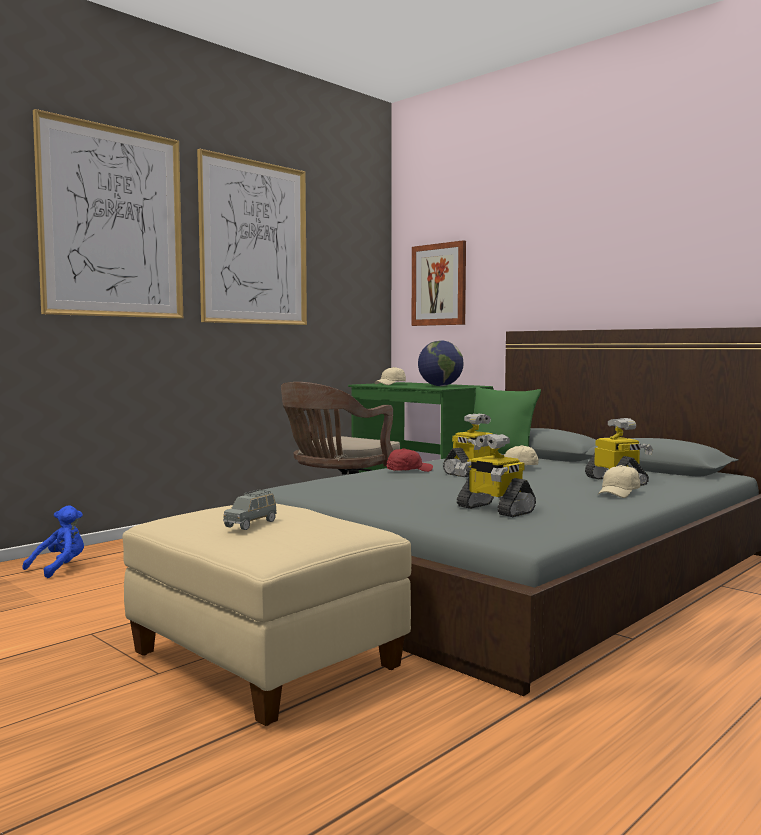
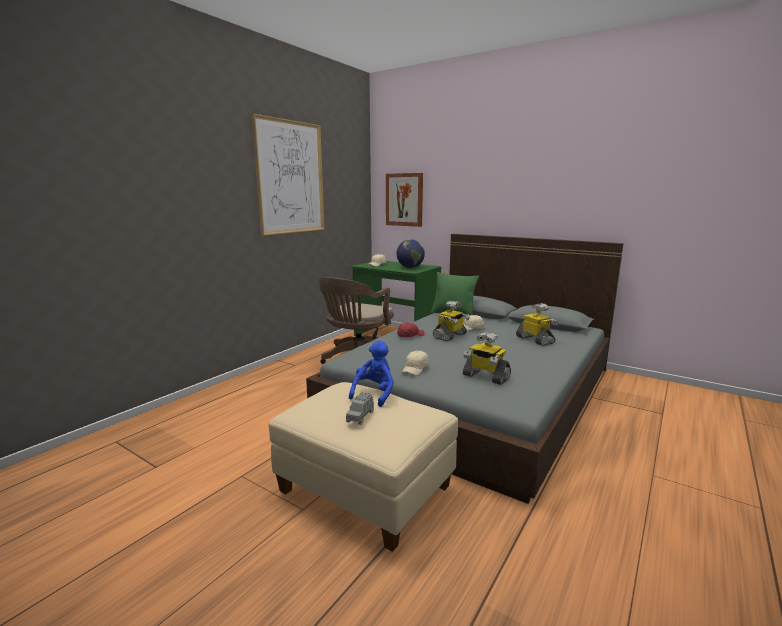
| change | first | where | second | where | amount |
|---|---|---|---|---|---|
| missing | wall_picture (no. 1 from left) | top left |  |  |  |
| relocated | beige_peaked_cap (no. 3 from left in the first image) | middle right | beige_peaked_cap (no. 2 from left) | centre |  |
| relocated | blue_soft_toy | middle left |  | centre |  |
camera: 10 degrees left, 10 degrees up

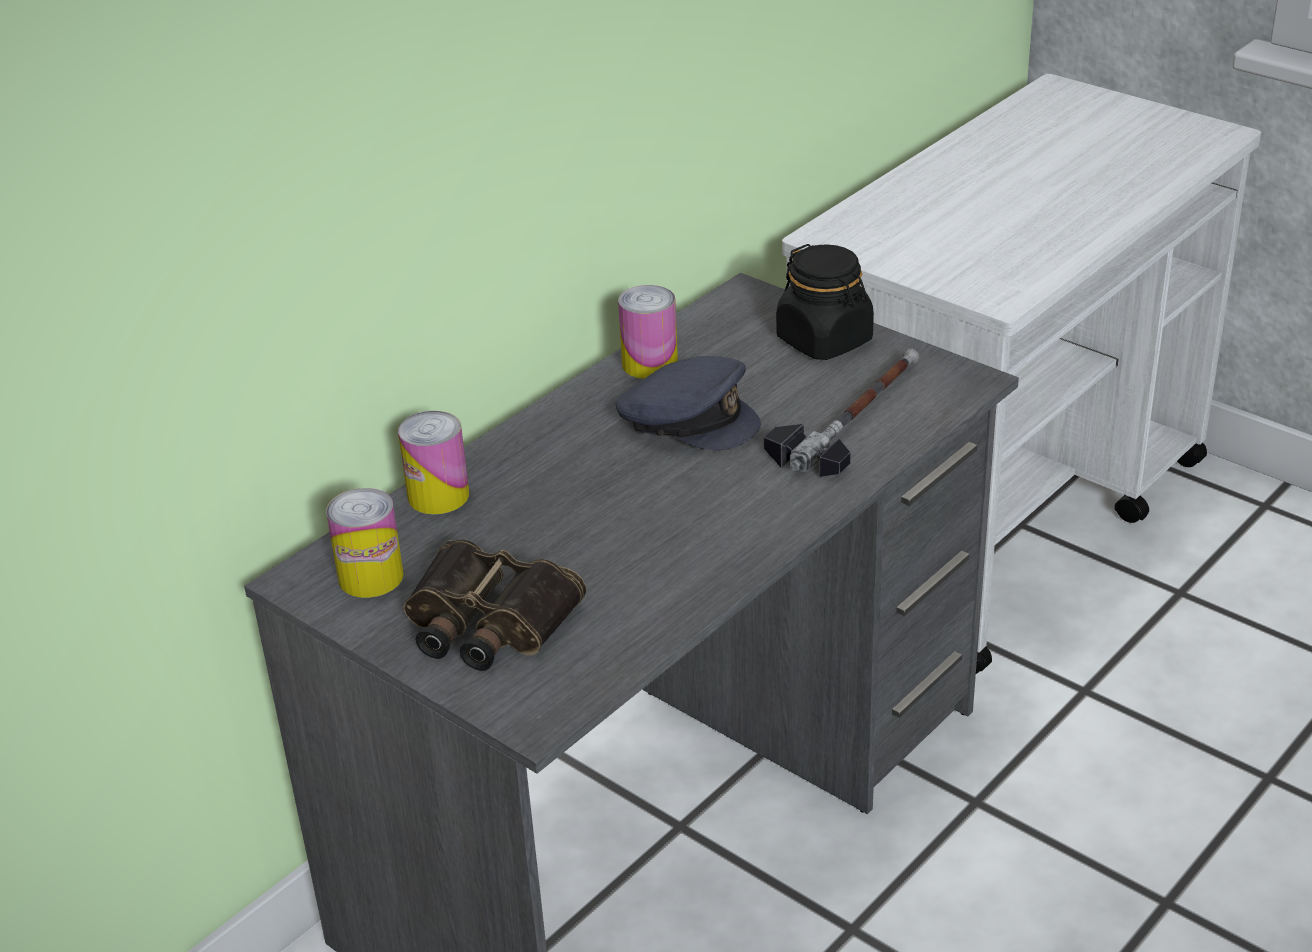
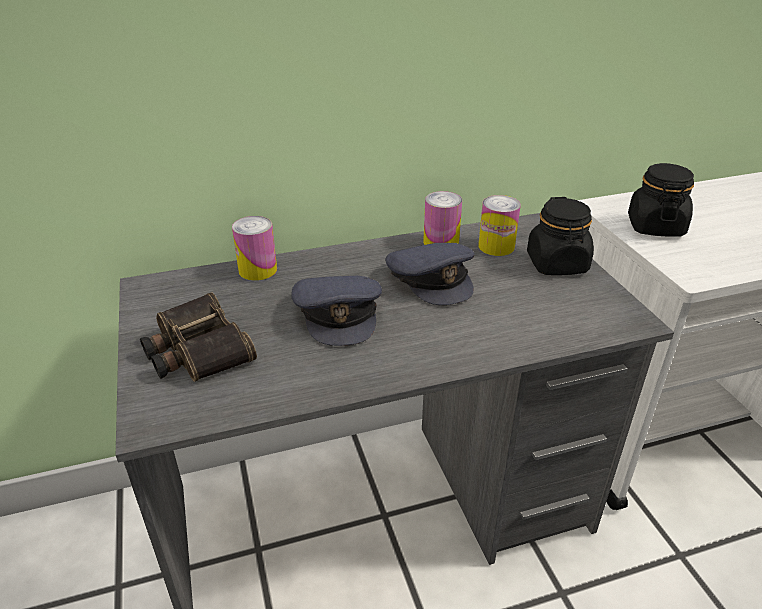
| change | first | where | second | where | amount |
|---|---|---|---|---|---|
| missing | hammer | centre |  |  |  |
| relocated | can (no. 1 from left in the first image) | middle left | can (no. 3 from left) | centre |  |
| appeared |  |  | black_storage_jar (no. 2 from left) | top right |  |
| appeared |  |  | grey_peaked_cap (no. 1 from left) | centre |  |
camera: 30 degrees right, 0 degrees up

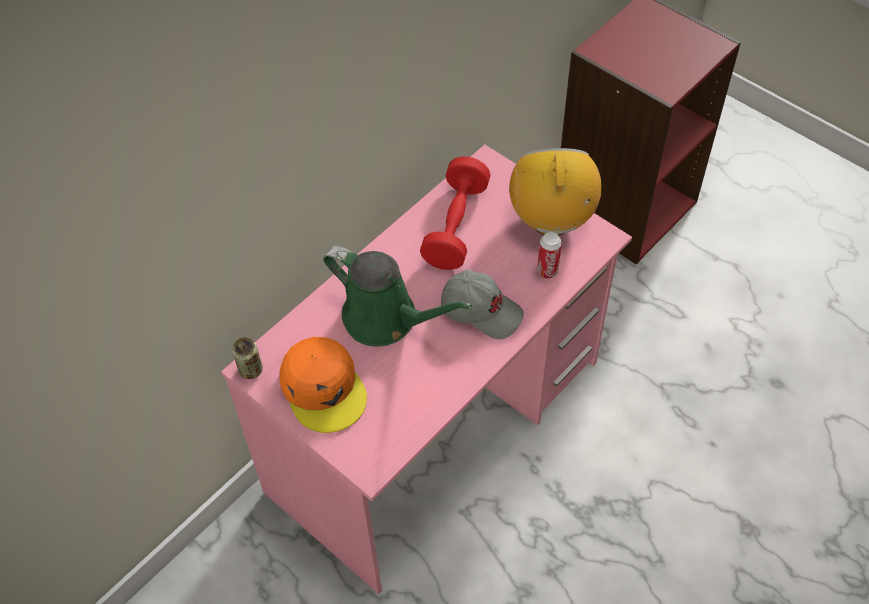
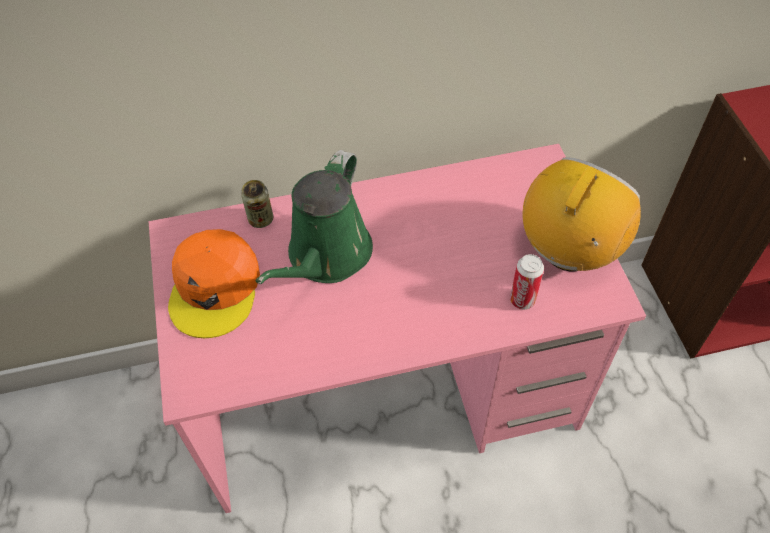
| change | first | where | second | where | amount |
|---|---|---|---|---|---|
| missing | red_hand_weight | centre |  |  |  |
| spun | green-coloured_sprinkling_can | centre |  | centre | 45 degrees clockwise |
| missing | grey_peaked_cap | centre |  |  |  |
| relocated | can (no. 1 from left) | middle left |  | centre |  |
camera: 35 degrees right, 0 degrees up

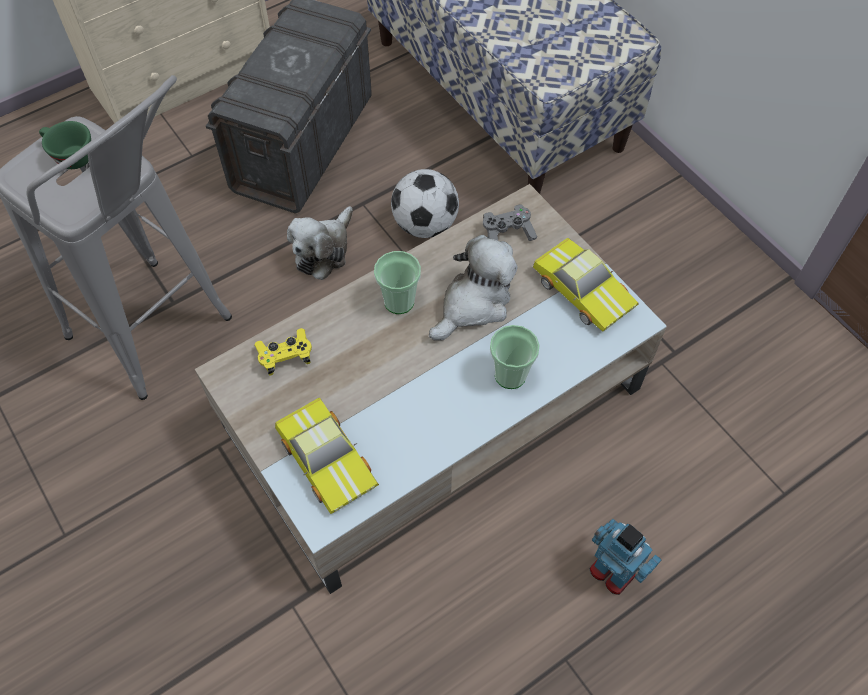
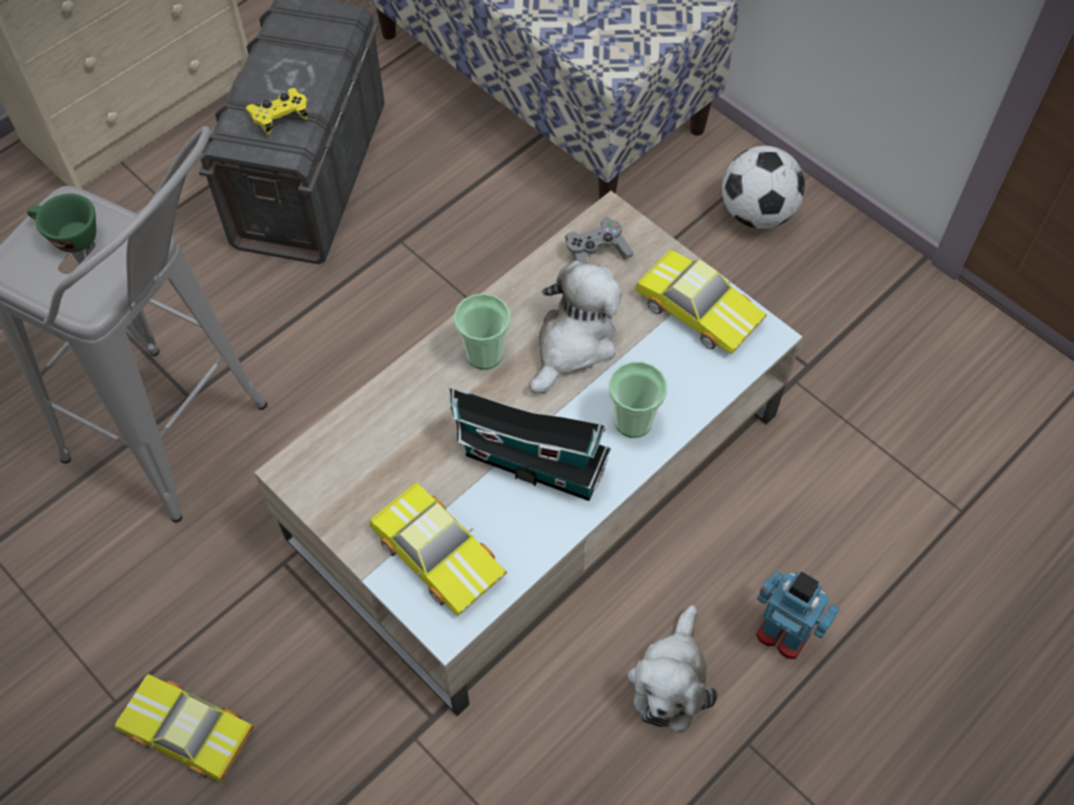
| change | first | where | second | where | amount |
|---|---|---|---|---|---|
| relocated | ball_for_football | top centre |  | top right |  |
| relocated | soft_toy (no. 1 from left in the first image) | centre | soft_toy (no. 2 from left) | bottom centre |  |
| relocated | yellowish_game_controller | middle left |  | top left |  |
| appeared |  |  | miniature_house | centre |  |
| appeared |  |  | miniature_car (no. 1 from left) | bottom left |  |
camera: 10 degrees left, 0 degrees up

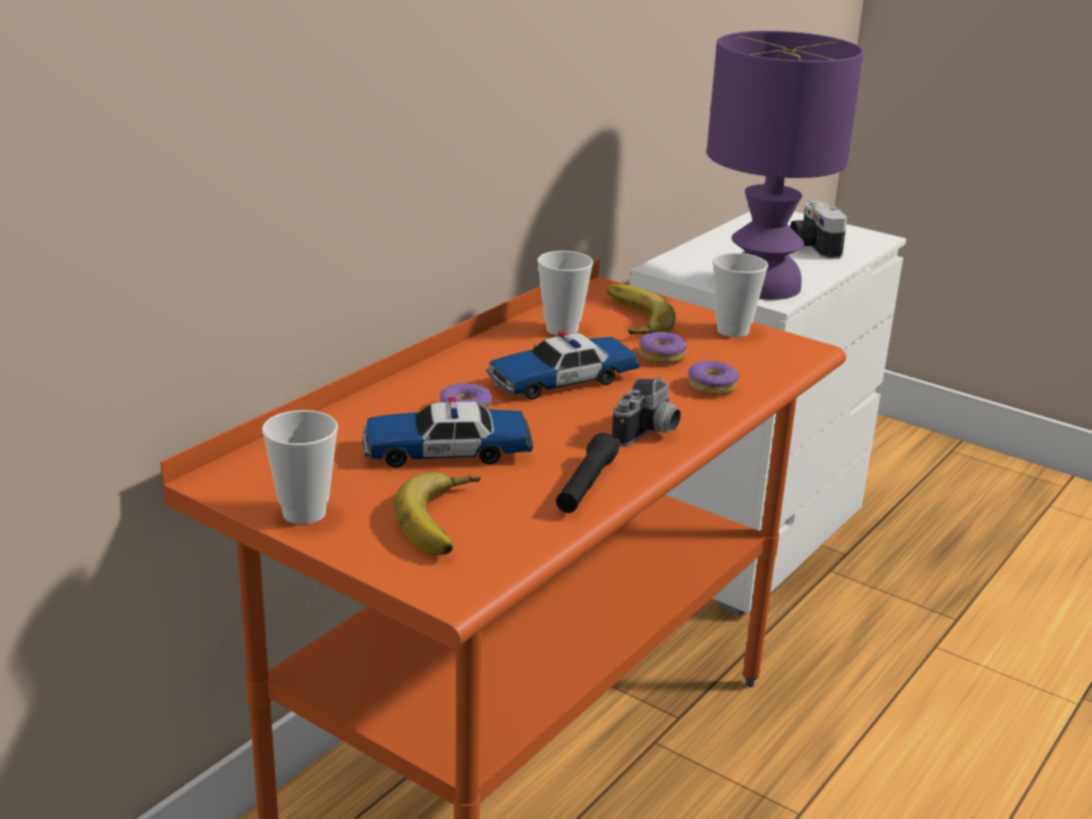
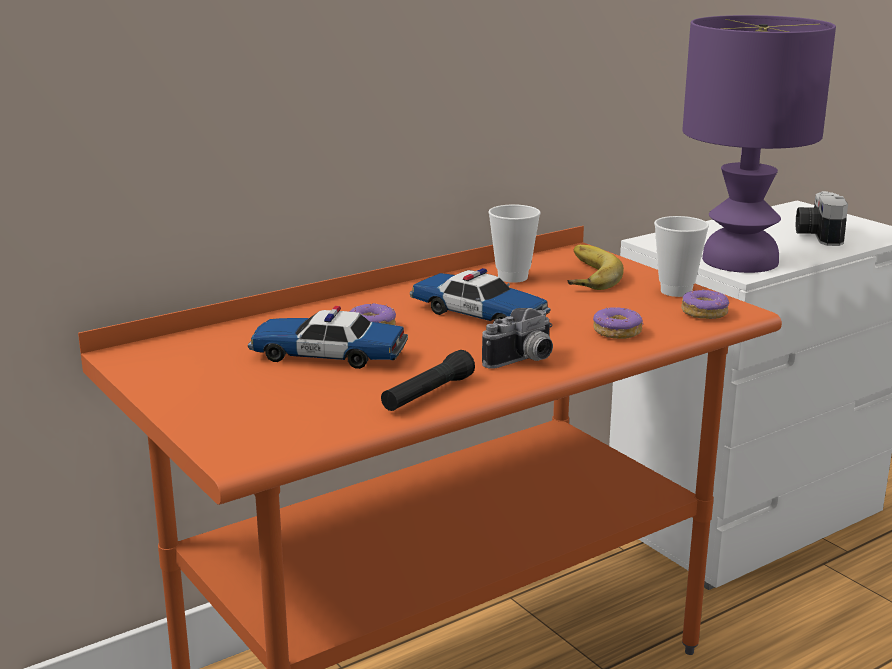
| change | first | where | second | where | amount |
|---|---|---|---|---|---|
| spun | miniature_car (no. 2 from left) | centre |  | centre | 135 degrees counterclockwise |
| relocated | donut (no. 2 from left in the first image) | centre | donut (no. 3 from left) | middle right |  |
| missing | cup (no. 1 from left) | middle left |  |  |  |
| missing | banana (no. 1 from left) | centre |  |  |  |
camera: 20 degrees right, 5 degrees down

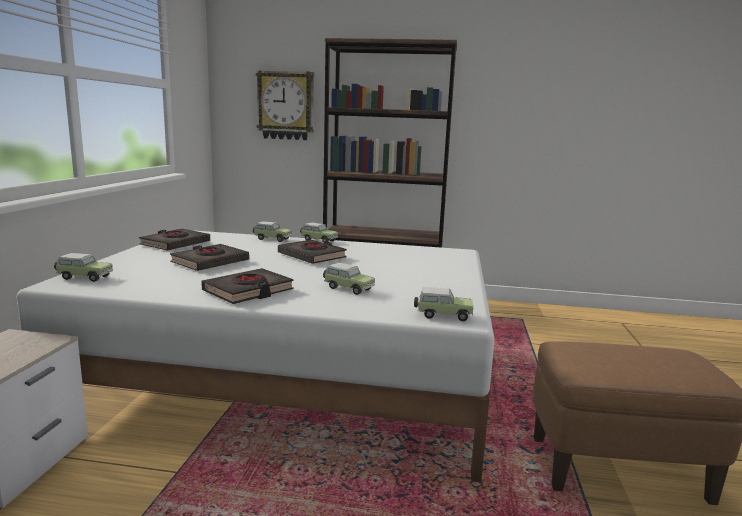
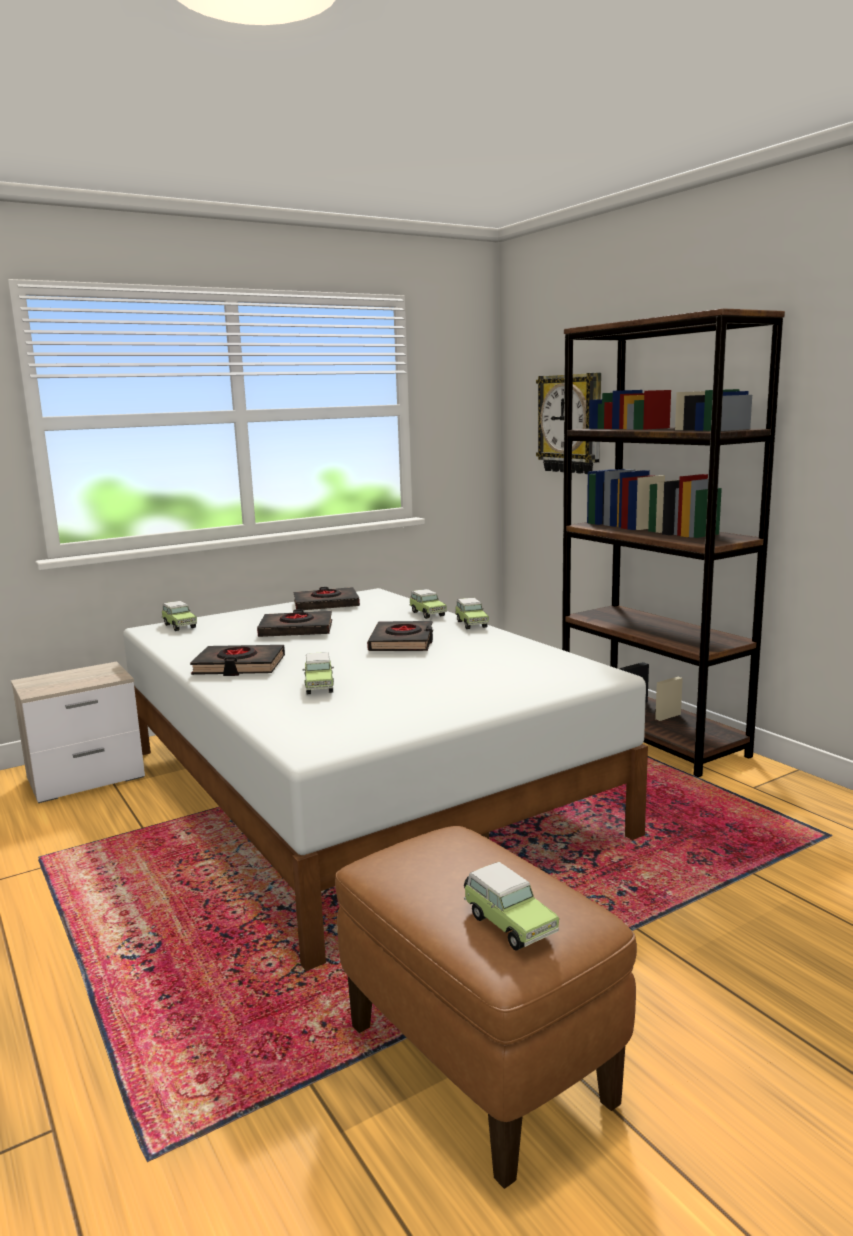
| change | first | where | second | where | amount |
|---|---|---|---|---|---|
| relocated | miniature_car (no. 5 from left) | centre |  | bottom centre |  |
camera: 50 degrees right, 0 degrees up

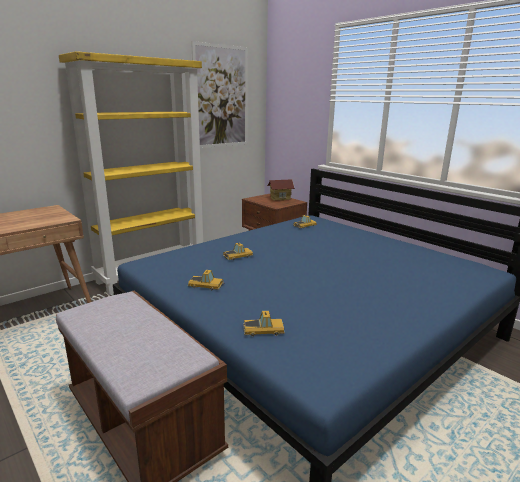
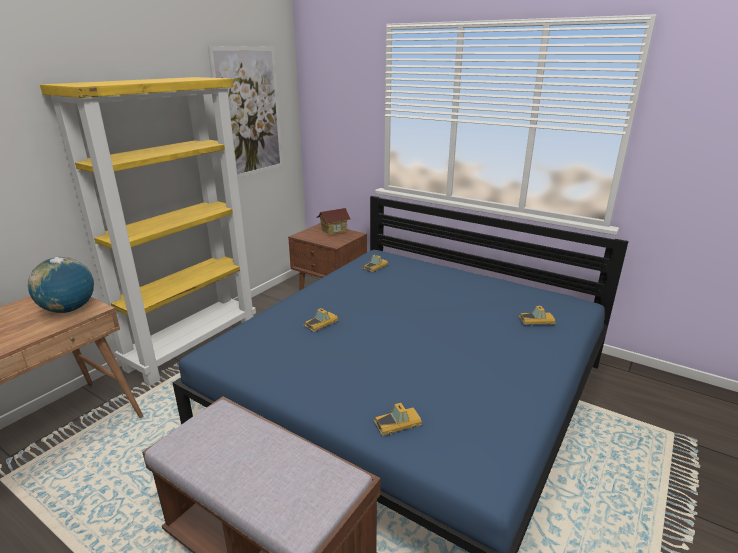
| change | first | where | second | where | amount |
|---|---|---|---|---|---|
| relocated | miniature_car (no. 1 from left in the first image) | centre | miniature_car (no. 4 from left) | middle right |  |
| appeared |  |  | world_globe | middle left |  |
camera: 15 degrees left, 5 degrees up

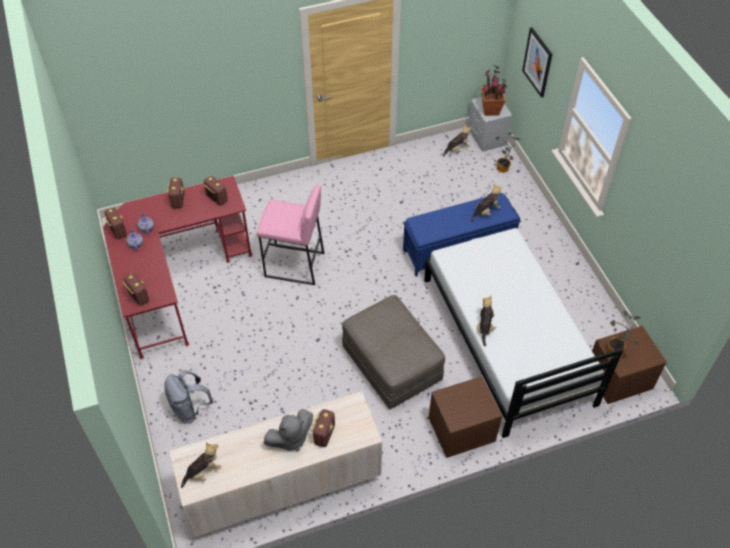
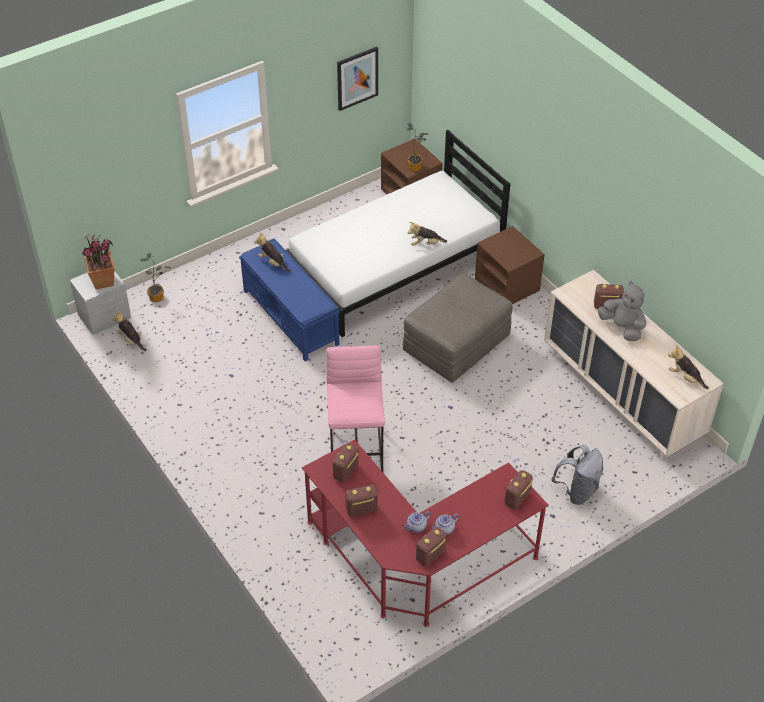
| change | first | where | second | where | amount |
|---|---|---|---|---|---|
| relocated | wall_picture | top right |  | top centre |  |
camera: 105 degrees left, 5 degrees down

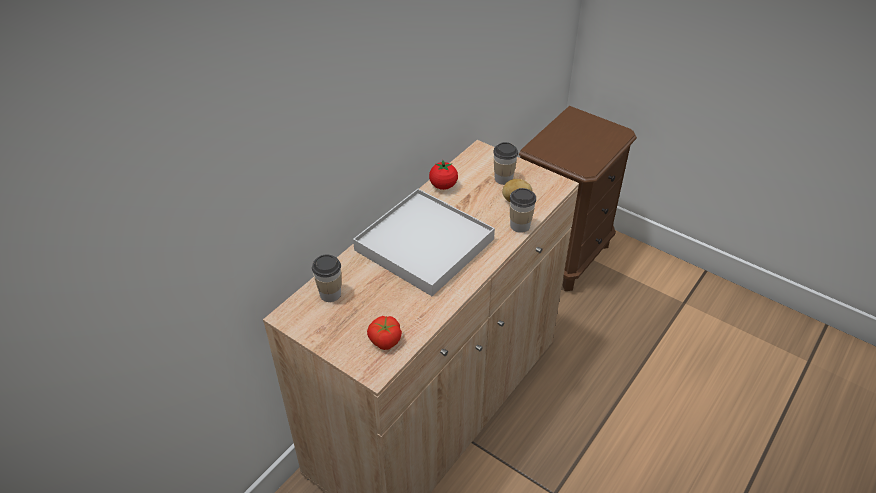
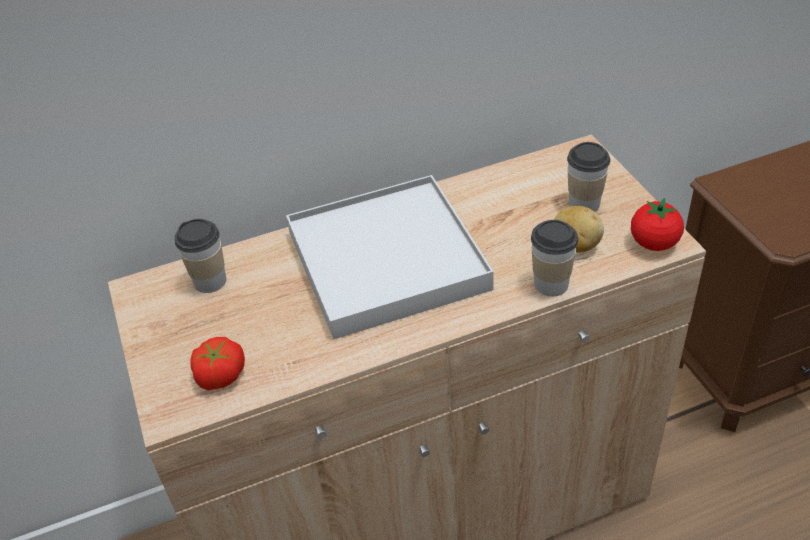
| change | first | where | second | where | amount |
|---|---|---|---|---|---|
| relocated | fresh_tomato (no. 2 from left) | centre |  | middle right |  |
camera: 35 degrees right, 0 degrees up

